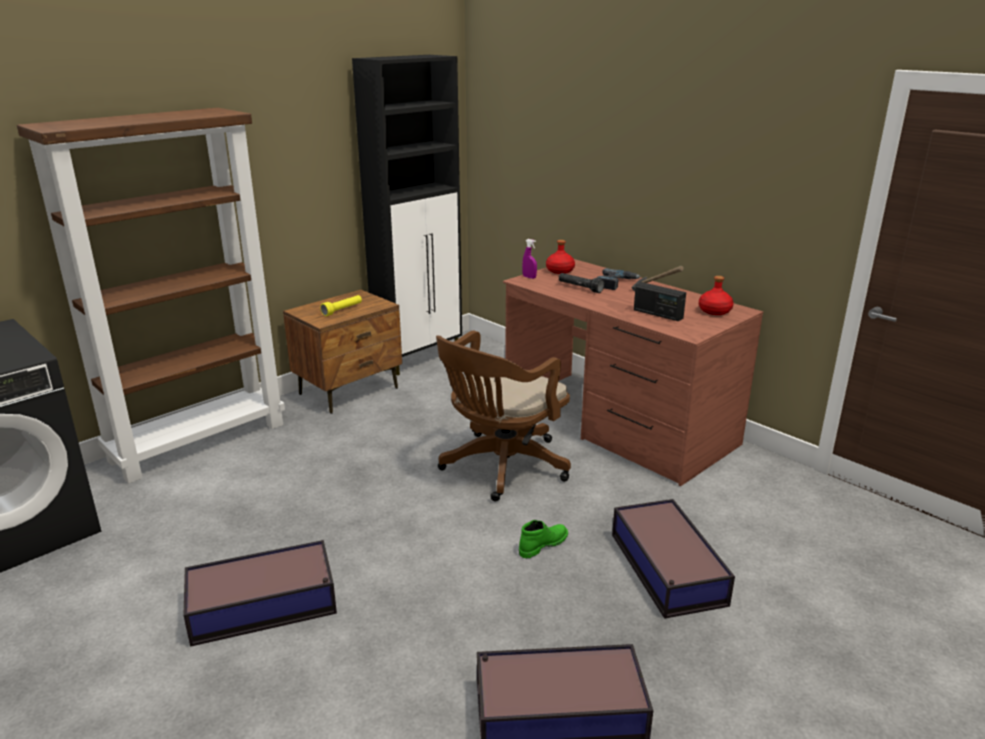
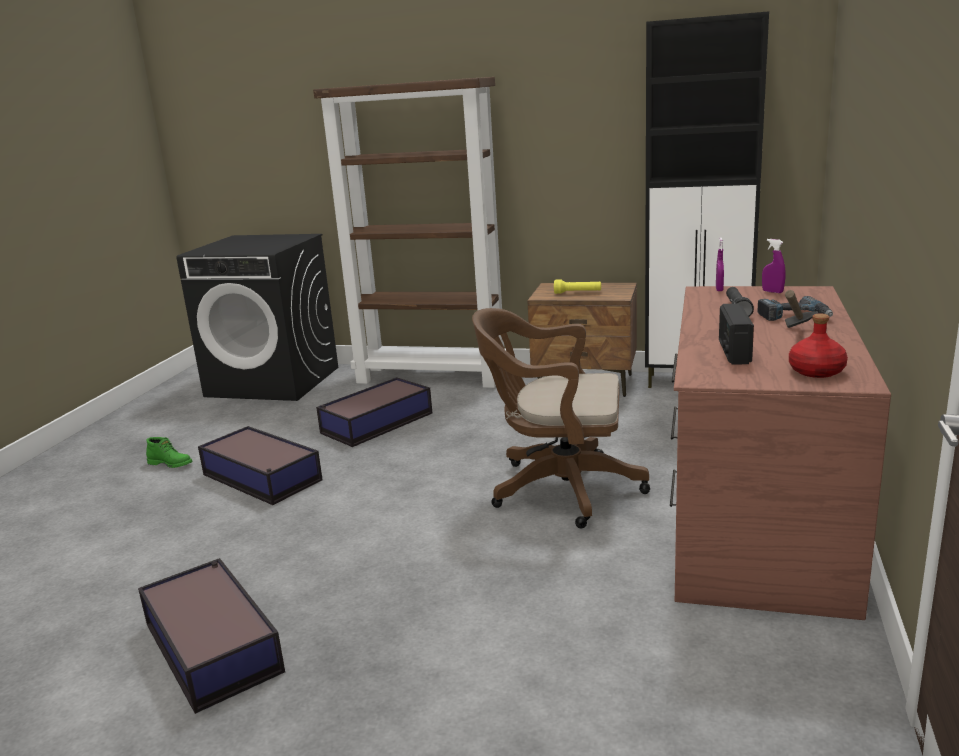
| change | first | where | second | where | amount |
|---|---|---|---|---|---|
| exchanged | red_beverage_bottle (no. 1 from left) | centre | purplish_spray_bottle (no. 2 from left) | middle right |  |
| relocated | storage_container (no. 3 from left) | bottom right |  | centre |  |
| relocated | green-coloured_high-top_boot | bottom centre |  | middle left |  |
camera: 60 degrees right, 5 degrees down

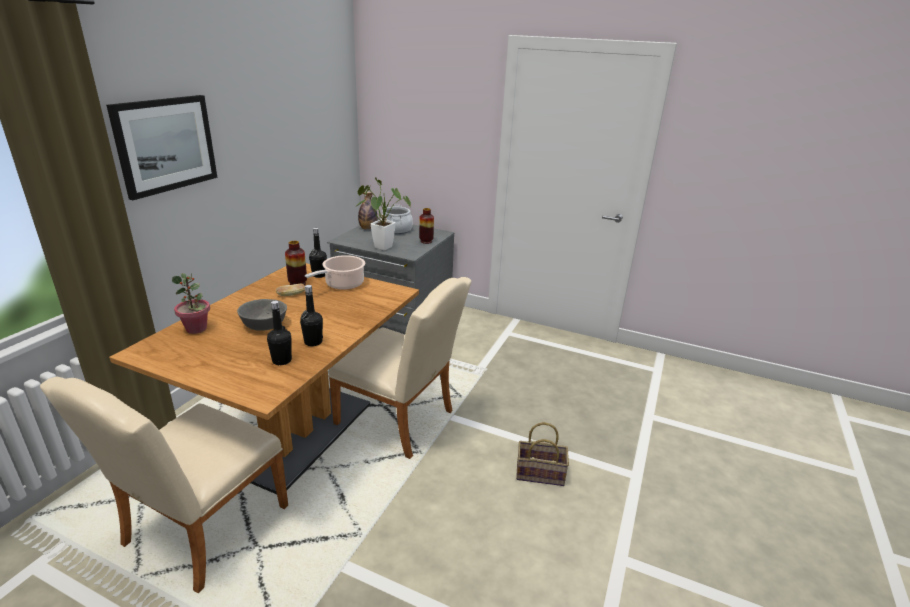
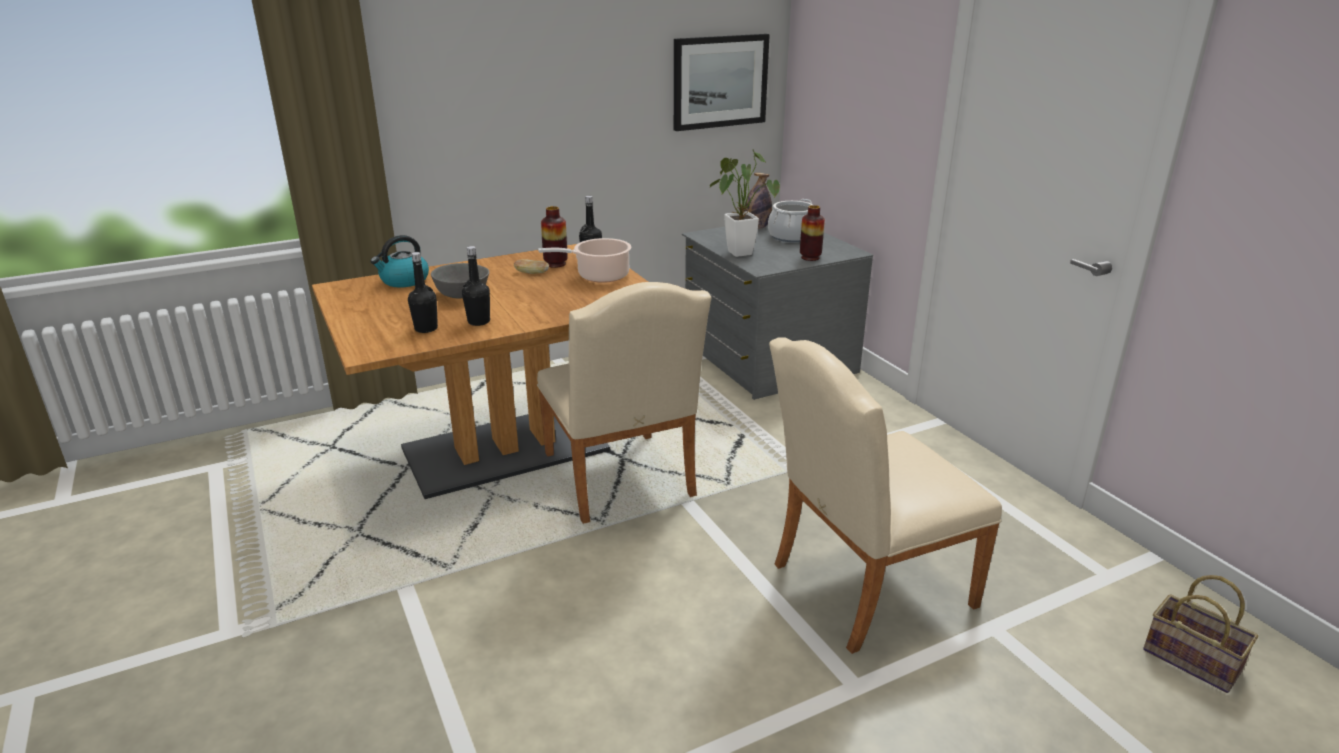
| change | first | where | second | where | amount |
|---|---|---|---|---|---|
| relocated | wall_picture | top left |  | top centre |  |
| exchanged | potted_plant (no. 1 from left) | middle left | water_kettle | middle left |  |
| relocated | beige_upright_chair (no. 1 from left in the first image) | bottom left | beige_upright_chair (no. 2 from left) | centre |  |
| relocated | storage_basket | bottom centre |  | bottom right |  |
camera: 40 degrees right, 0 degrees up

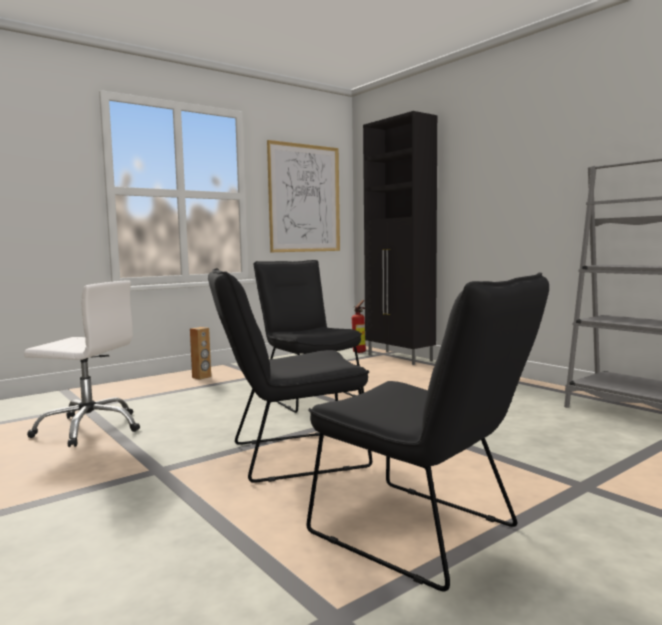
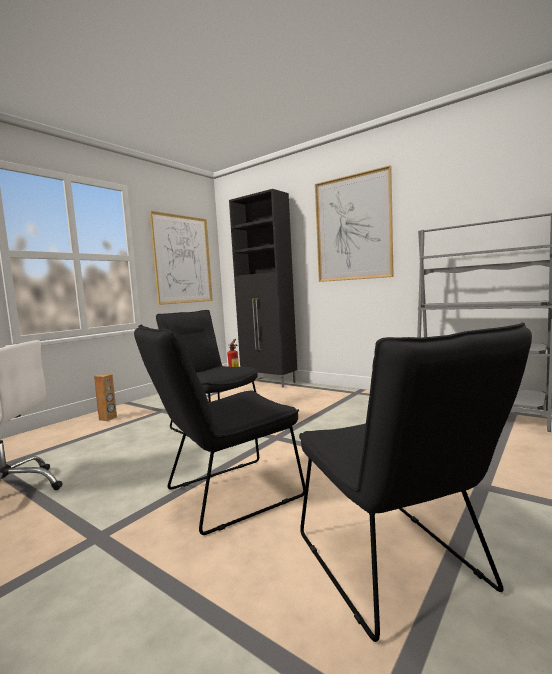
| change | first | where | second | where | amount |
|---|---|---|---|---|---|
| spun | black_upright_chair (no. 3 from left) | bottom centre |  | bottom right | 45 degrees clockwise |
| appeared |  |  | wall_picture (no. 2 from left) | top centre |  |
camera: 15 degrees left, 0 degrees up

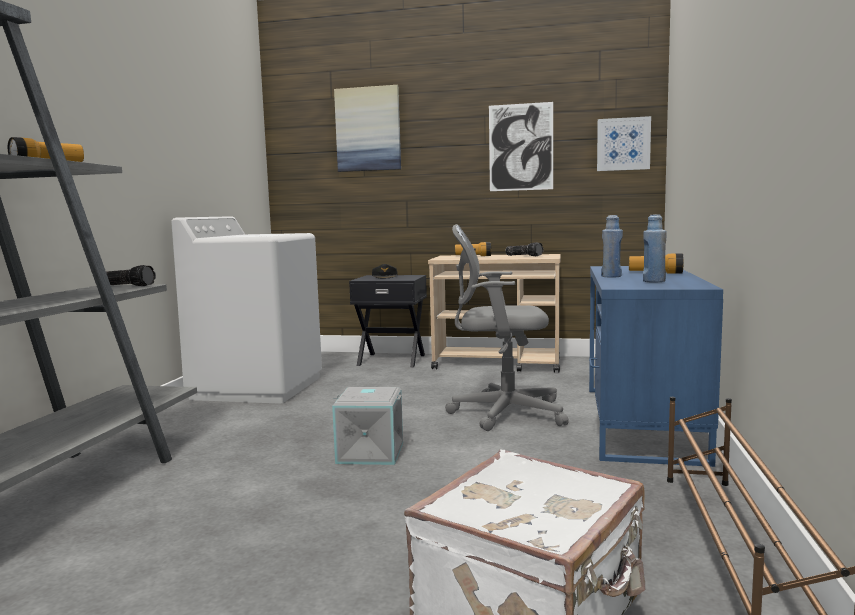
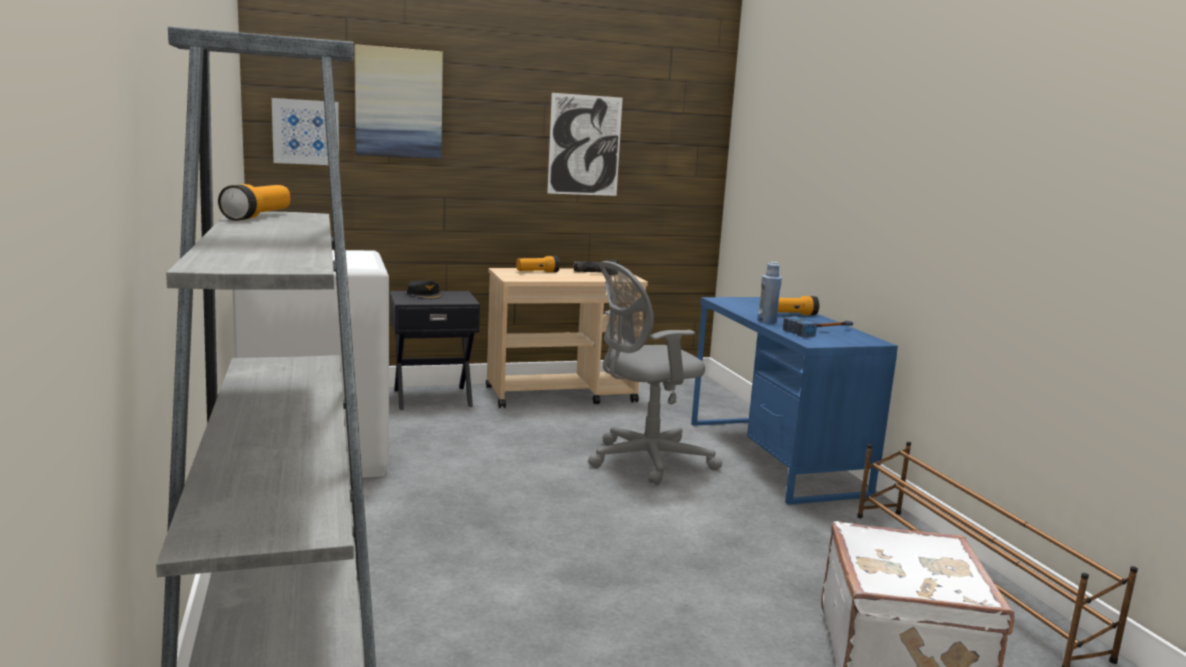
| change | first | where | second | where | amount |
|---|---|---|---|---|---|
| relocated | wall_picture (no. 3 from left in the first image) | top right | wall_picture (no. 1 from left) | top left |  |
| exchanged | blue_beverage_bottle (no. 2 from left) | middle right | hammer | middle right |  |
| missing | torch (no. 2 from left) | middle left |  |  |  |
| missing | grey_storage_container | bottom centre |  |  |  |
camera: 30 degrees left, 5 degrees up

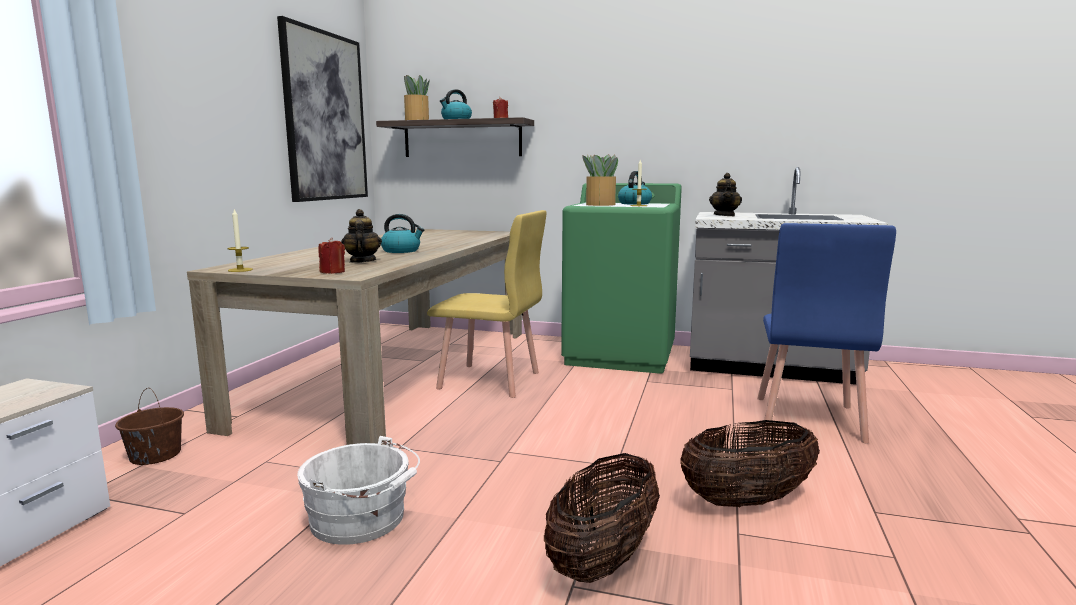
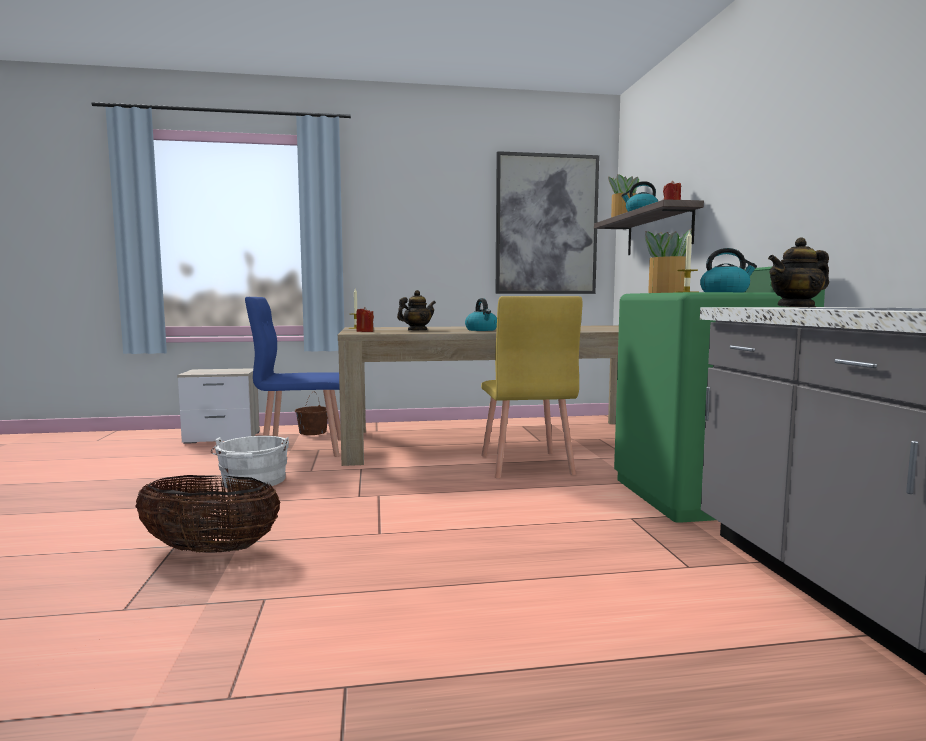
| change | first | where | second | where | amount |
|---|---|---|---|---|---|
| relocated | blue_upright_chair | middle right |  | middle left |  |
| missing | storage_basket (no. 2 from left) | bottom right |  |  |  |
camera: 65 degrees right, 5 degrees down

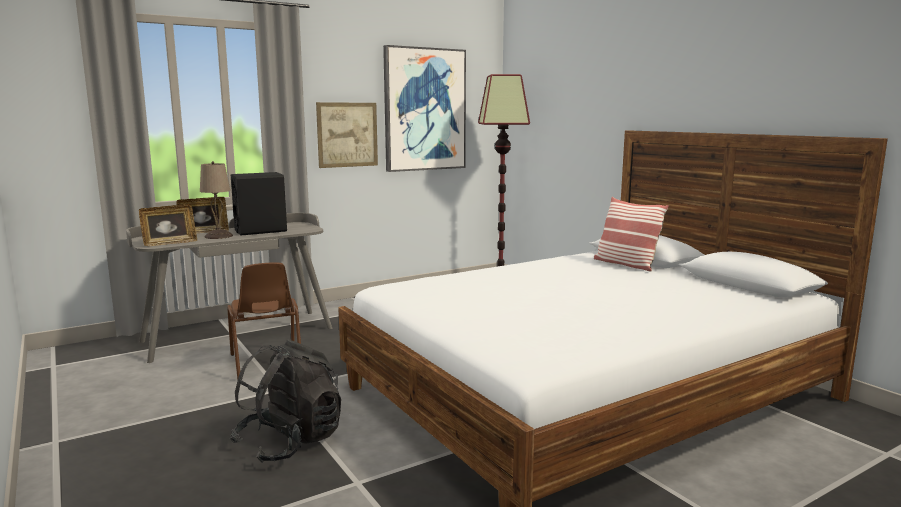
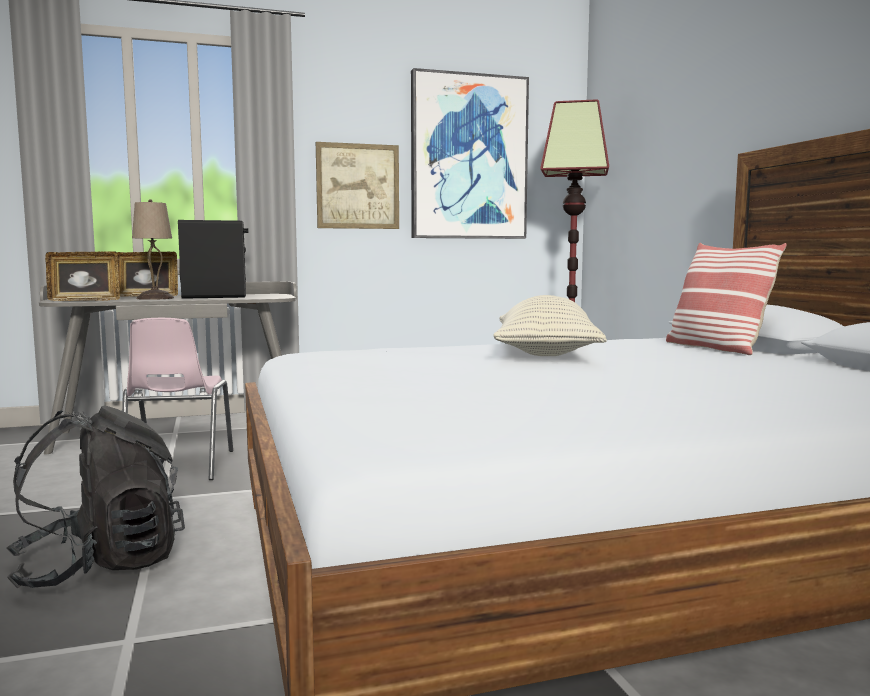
| change | first | where | second | where | amount |
|---|---|---|---|---|---|
| colour | brown-coloured_upright_chair | middle left | pink-coloured_upright_chair | middle left |  |
| appeared |  |  | pillow (no. 1 from left) | centre |  |
camera: 15 degrees right, 5 degrees down

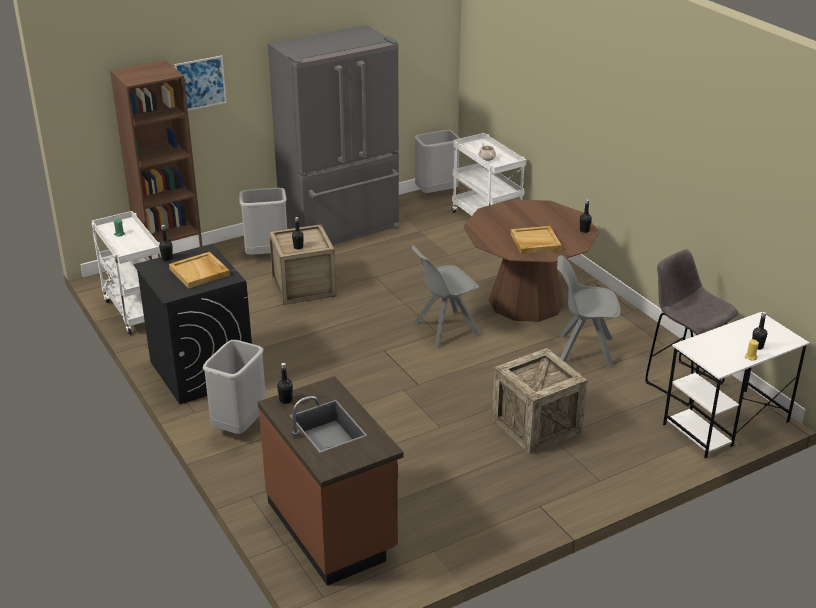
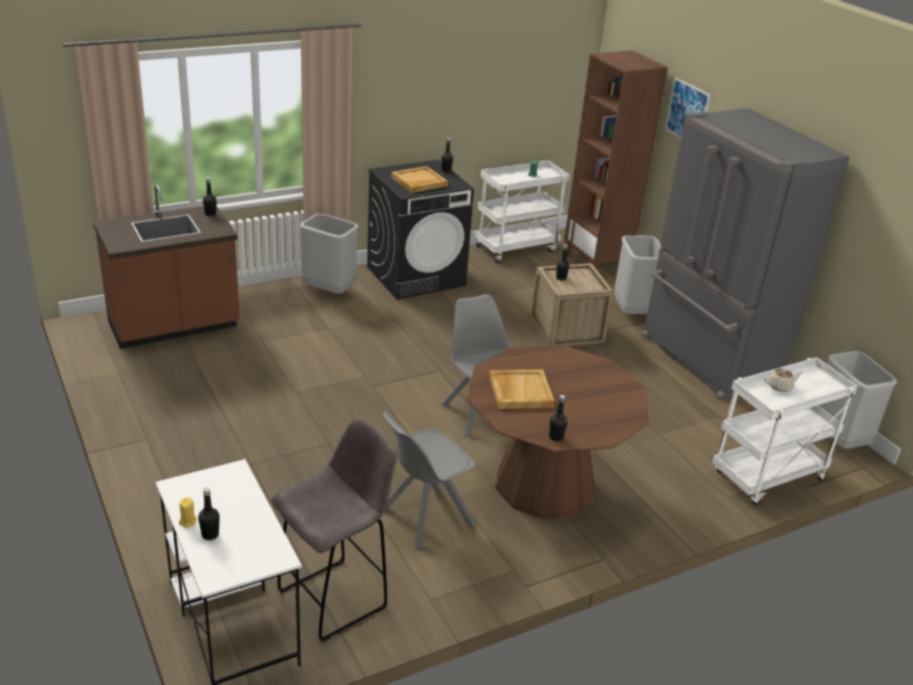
| change | first | where | second | where | amount |
|---|---|---|---|---|---|
| spun | grey_upright_chair (no. 2 from left in the first image) | middle right | grey_upright_chair (no. 1 from left) | bottom centre | 135 degrees counterclockwise |
| missing | packing_crate (no. 2 from left) | centre |  |  |  |
camera: 90 degrees right, 0 degrees up

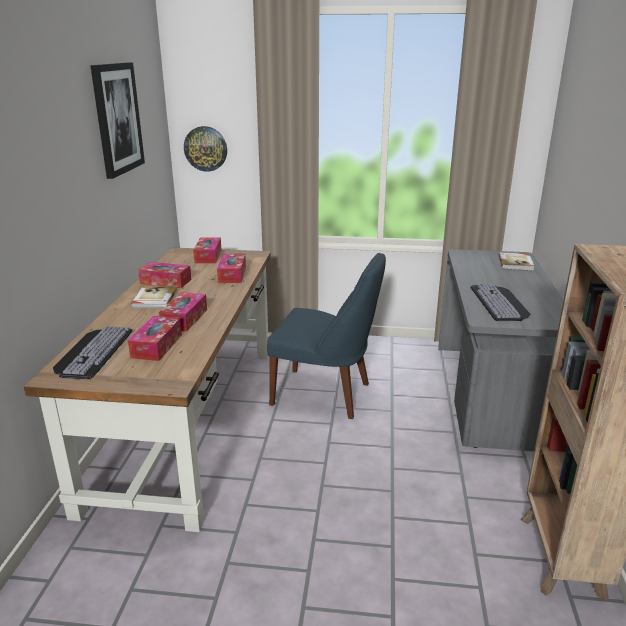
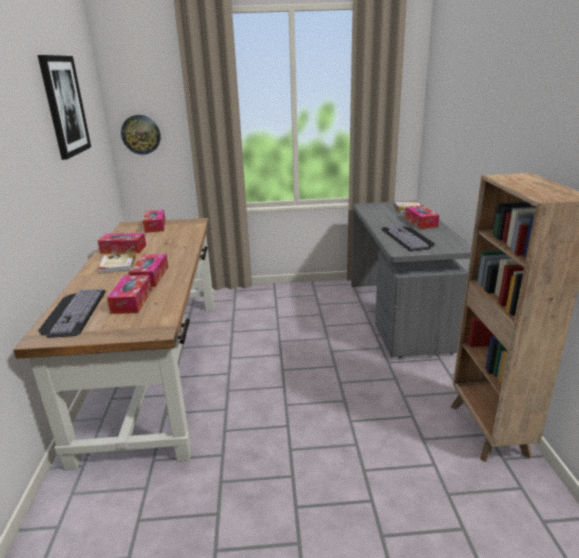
| change | first | where | second | where | amount |
|---|---|---|---|---|---|
| missing | blue_upright_chair | centre |  |  |  |
| relocated | tissue_holder (no. 5 from left) | centre |  | middle right |  |
camera: 10 degrees left, 0 degrees up

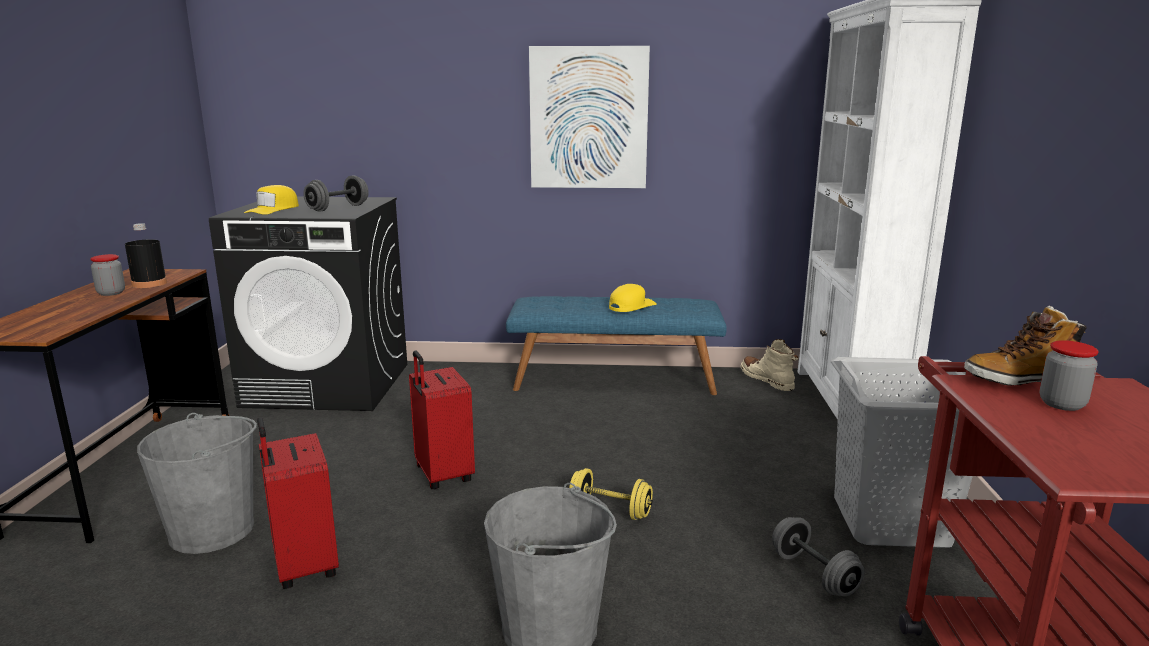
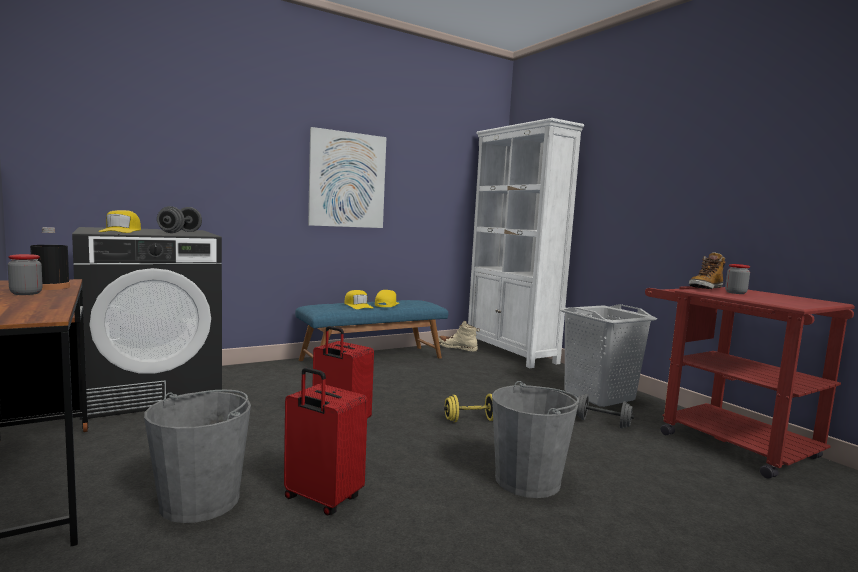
| change | first | where | second | where | amount |
|---|---|---|---|---|---|
| appeared |  |  | yellowish_peaked_cap (no. 2 from left) | centre |  |
camera: 35 degrees left, 10 degrees down

